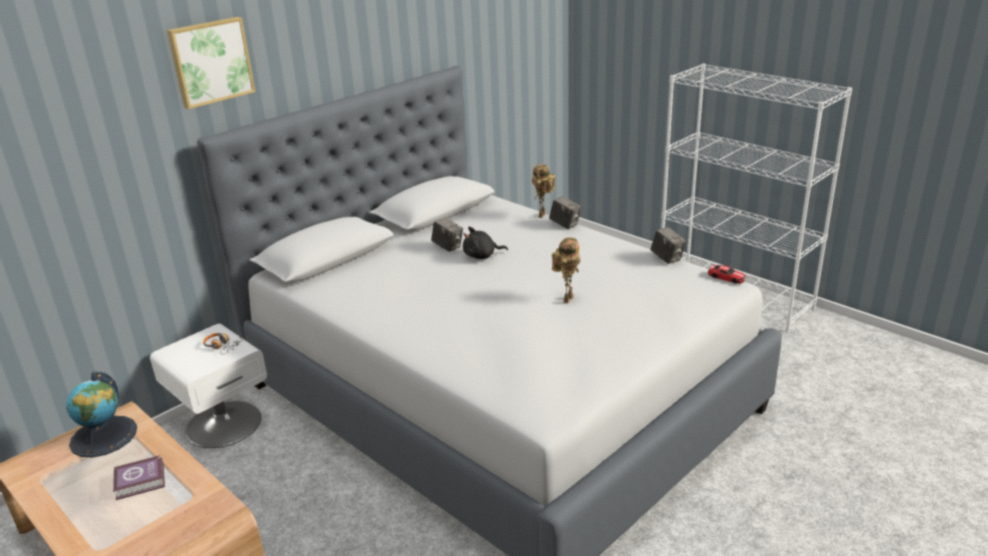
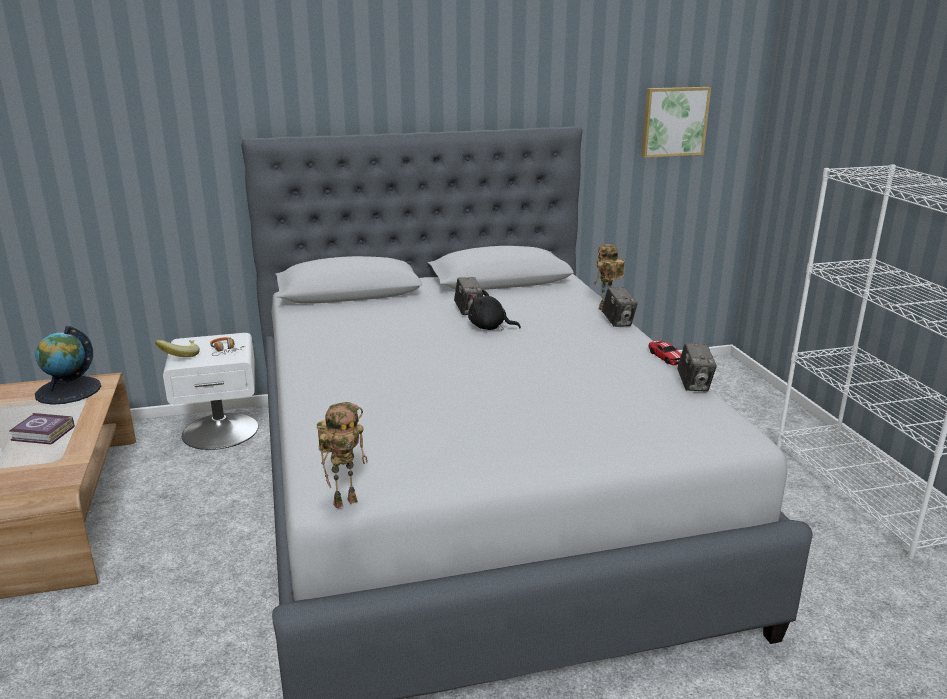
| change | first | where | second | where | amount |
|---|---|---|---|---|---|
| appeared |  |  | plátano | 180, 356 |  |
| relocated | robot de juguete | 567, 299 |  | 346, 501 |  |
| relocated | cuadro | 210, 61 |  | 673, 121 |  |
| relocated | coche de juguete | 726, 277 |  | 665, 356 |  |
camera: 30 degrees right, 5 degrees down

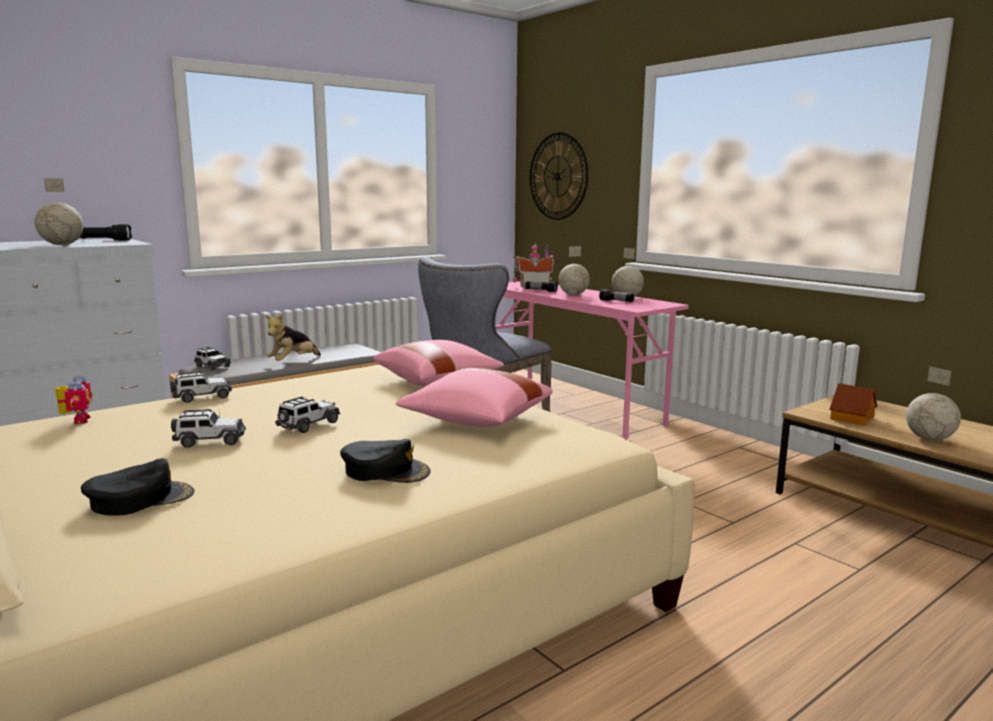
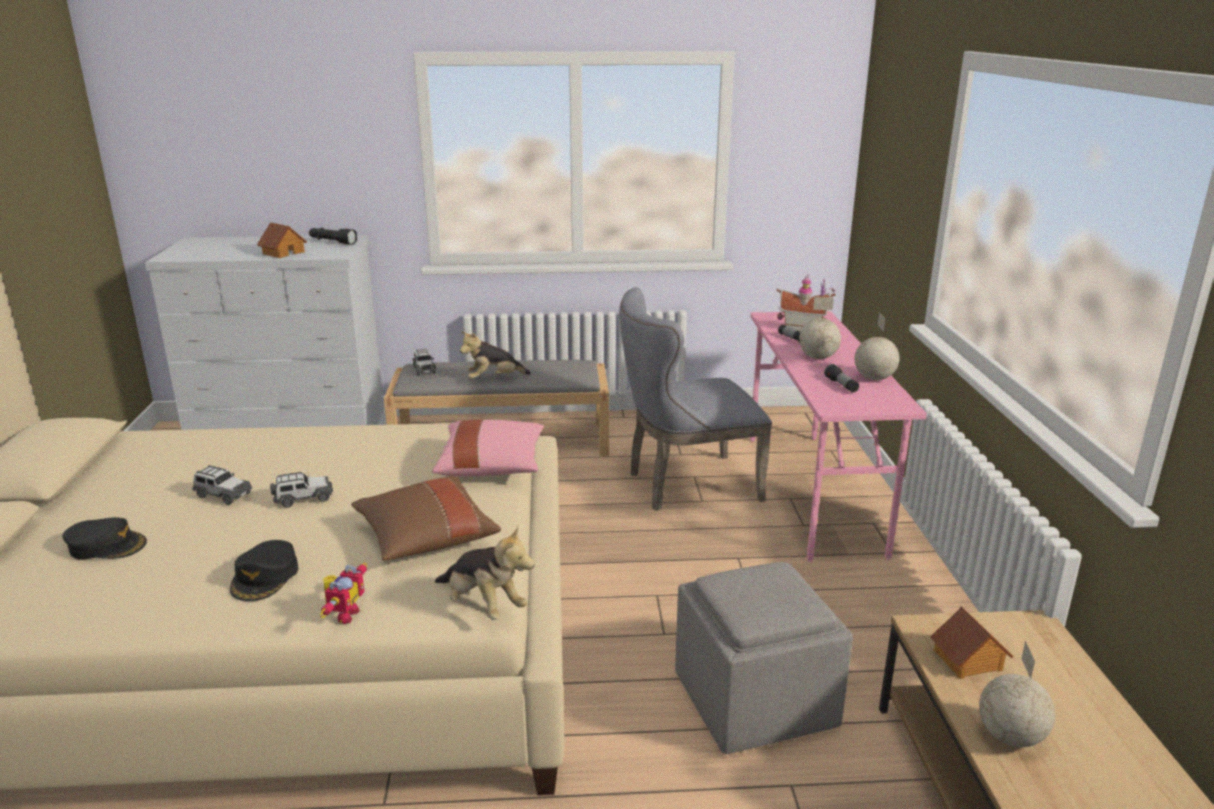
| change | first | where | second | where | amount |
|---|---|---|---|---|---|
| spun | gorra [negro] | 386, 471 |  | 265, 577 | 45 degrees clockwise |
| exchanged | globo terráqueo | 61, 245 | casita | 283, 253 |  |
| relocated | robot de juguete | 76, 420 |  | 343, 614 |  |
| colour | cojín [rosa] | 476, 421 | cojín [marrón] | 426, 537 |  |
| appeared |  |  | peluche | 483, 605 |  |
| appeared |  |  | puf [gris] | 756, 702 |  |
| missing | coche de juguete | 202, 397 |  |  |  |
| missing | reloj de pared | 558, 176 |  |  |  |
camera: 35 degrees right, 10 degrees up

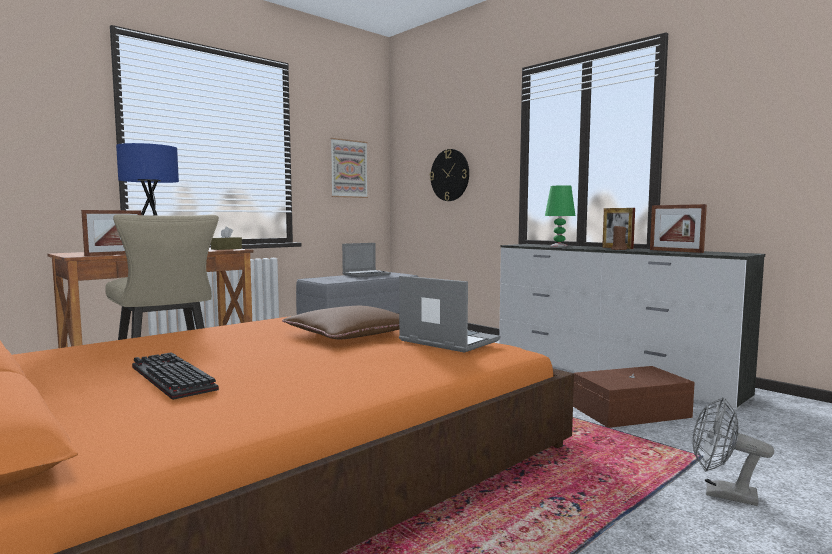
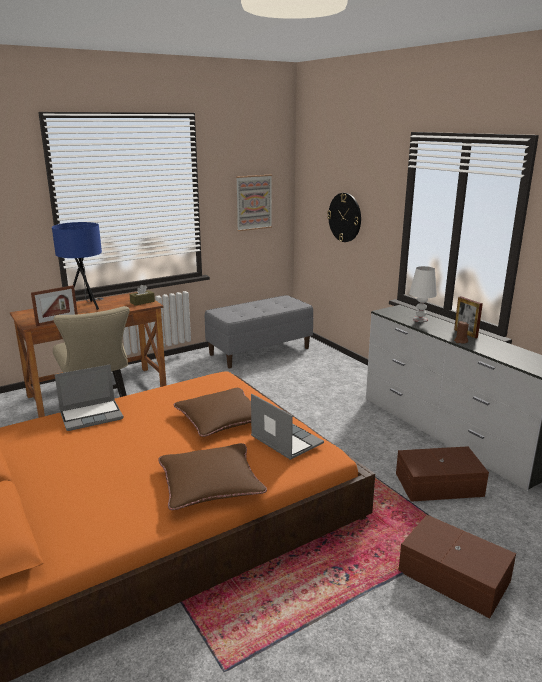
| change | first | where | second | where | amount |
|---|---|---|---|---|---|
| relocated | portátil | 366, 275 |  | 92, 415 |  |
| appeared |  |  | cojín [marrón] | 210, 483 |  |
| exchanged | ventilador [gris] | 721, 494 | caja de almacenaje [marrón] | 454, 577 |  |
| colour | lámpara de mesa [verde] | 559, 246 | lámpara de mesa [blanco] | 420, 319 |  |
| missing | teclado | 168, 378 |  |  |  |
| missing | portarretratos | 675, 251 |  |  |  |
camera: 10 degrees right, 15 degrees up

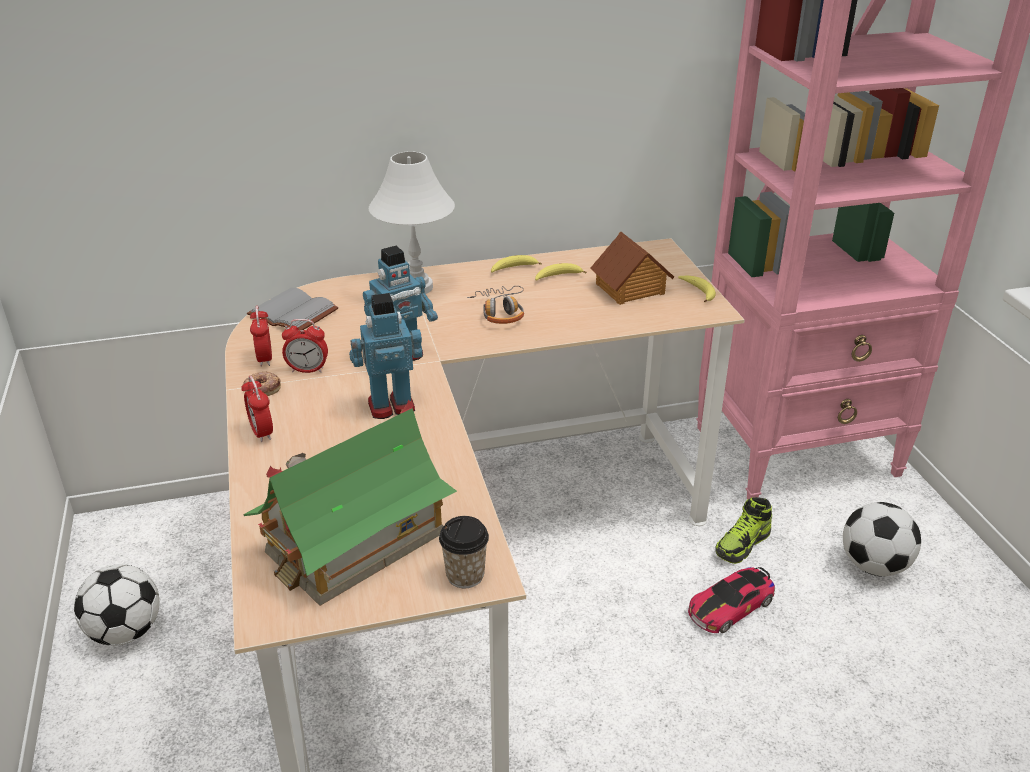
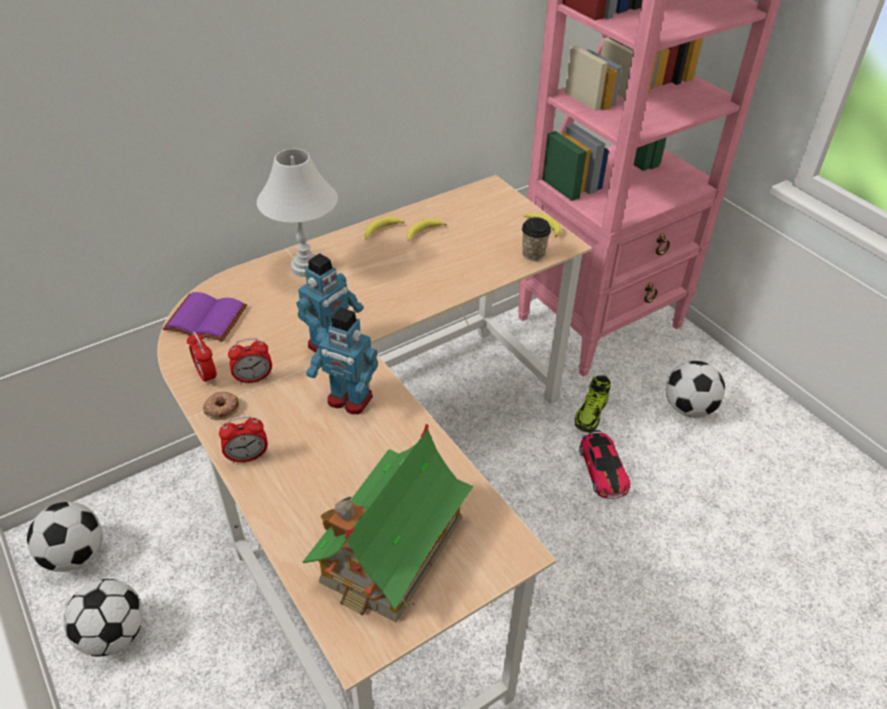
| change | first | where | second | where | amount |
|---|---|---|---|---|---|
| appeared |  |  | balón de fútbol | 75, 555 |  |
| colour | libro [gris] | 290, 314 | libro [morado] | 204, 320 |  |
| spun | despertador | 261, 432 |  | 247, 457 | 60 degrees counterclockwise |
| spun | robot de juguete | 391, 405 |  | 349, 400 | 120 degrees counterclockwise |
| relocated | taza | 465, 575 |  | 533, 254 |  |
| spun | coche de juguete | 731, 606 |  | 602, 469 | 45 degrees counterclockwise |
| missing | auriculares | 501, 312 |  |  |  |
| missing | casita | 630, 289 |  |  |  |
camera: 20 degrees left, 10 degrees up

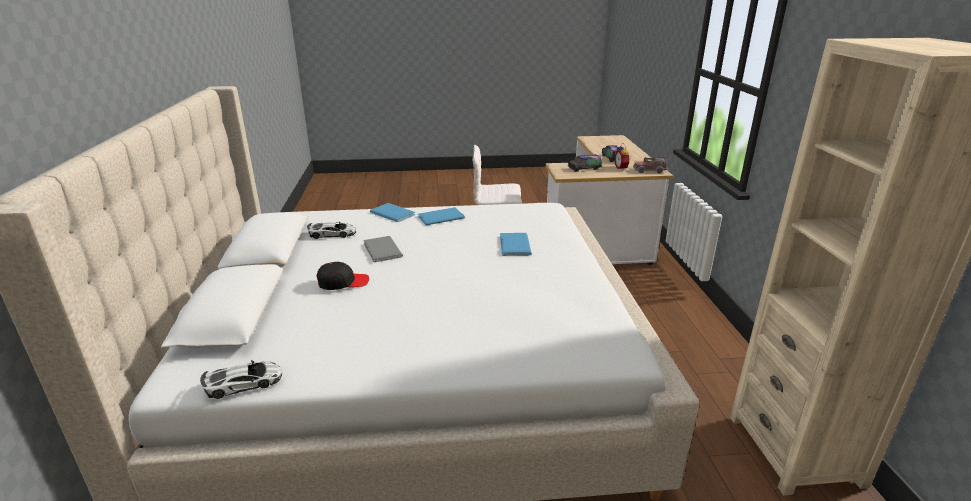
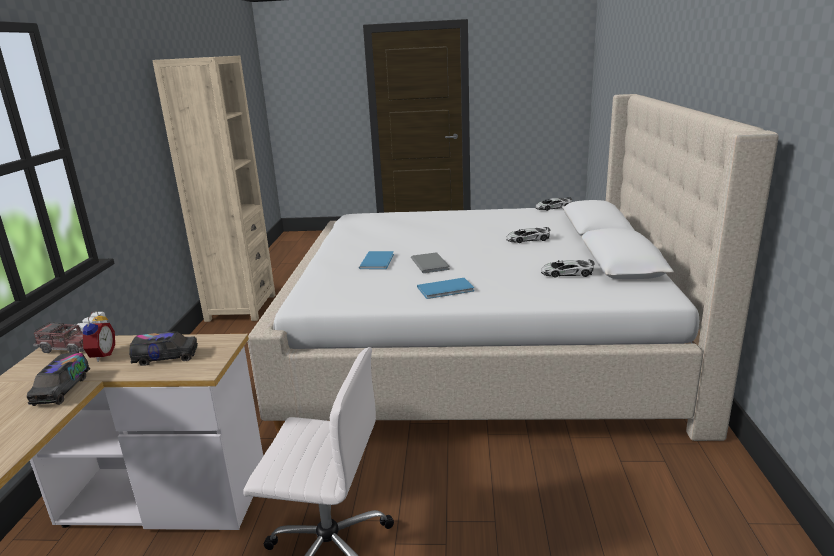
| change | first | where | second | where | amount |
|---|---|---|---|---|---|
| relocated | libro [gris] | 381, 250 |  | 430, 263 |  |
| exchanged | gorra [negro] | 343, 282 | coche de juguete | 528, 239 |  |
| missing | libro [azul] | 392, 213 |  |  |  |
camera: 170 degrees left, 5 degrees down

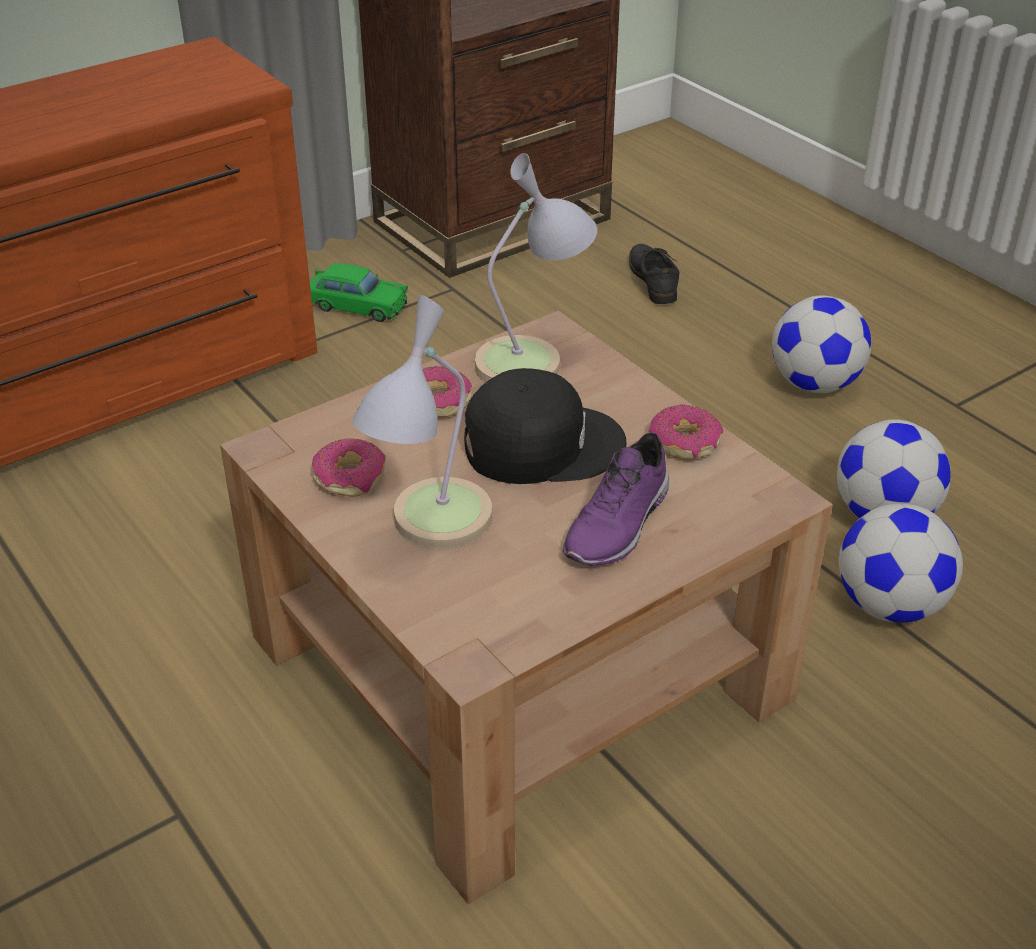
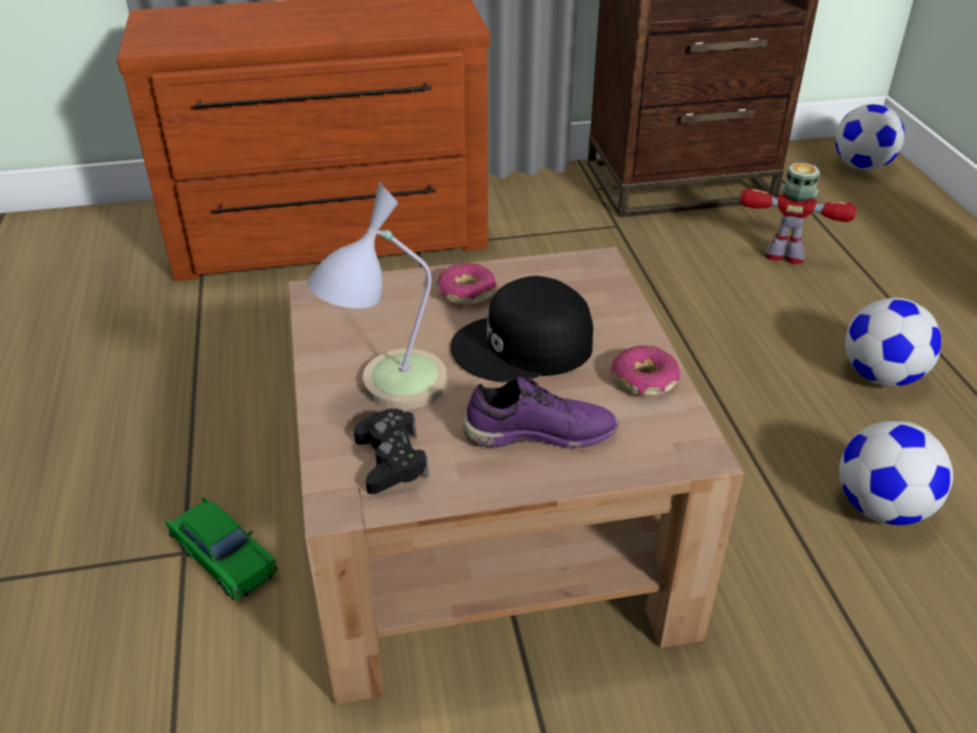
| change | first | where | second | where | amount |
|---|---|---|---|---|---|
| relocated | coche de juguete [verde] | 355, 305 |  | 223, 557 |  |
| appeared |  |  | mando de consola [negro] | 391, 460 |  |
| spun | gorra [negro] | 541, 443 |  | 524, 347 | 150 degrees clockwise |
| spun | zapato [morado] | 620, 525 |  | 539, 432 | 150 degrees counterclockwise |
| exchanged | zapato [negro] | 653, 280 | robot de juguete | 785, 256 |  |
| relocated | balón de fútbol | 890, 606 |  | 861, 167 |  |
| missing | rosquilla | 350, 477 |  |  |  |
| missing | lámpara de mesa | 534, 360 |  |  |  |
camera: 25 degrees right, 0 degrees up

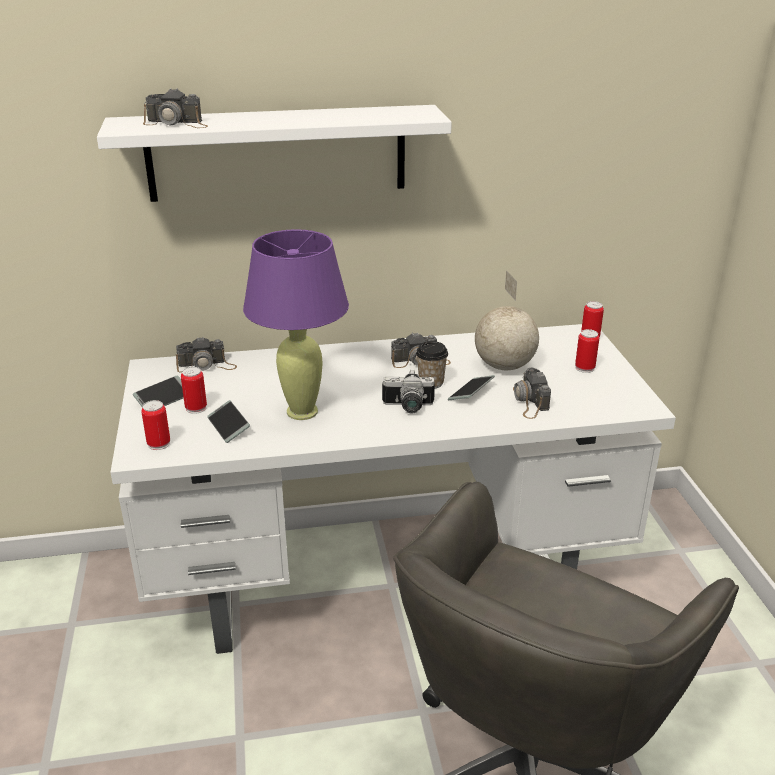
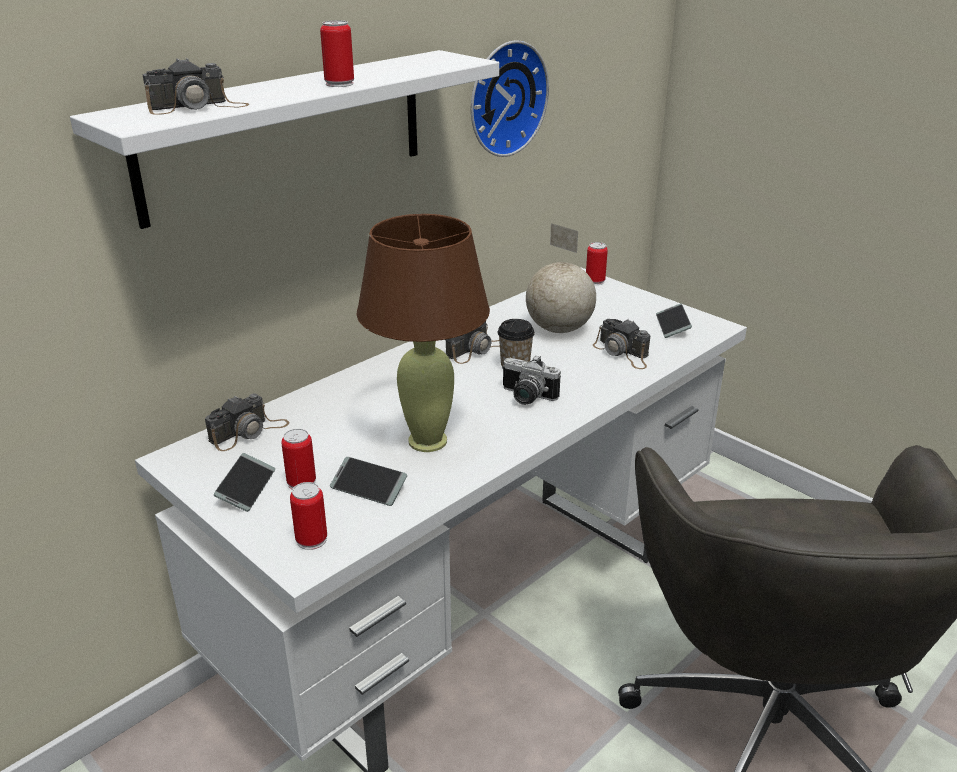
| change | first | where | second | where | amount |
|---|---|---|---|---|---|
| relocated | lata | 584, 368 |  | 339, 84 |  |
| colour | lámpara de mesa [morado] | 302, 411 | lámpara de mesa [marrón] | 427, 441 |  |
| appeared |  |  | reloj de pared | 503, 98 |  |
| spun | cámara | 408, 407 |  | 526, 397 | 60 degrees clockwise |
| relocated | móvil | 471, 393 |  | 672, 326 |  |
camera: 35 degrees left, 0 degrees up

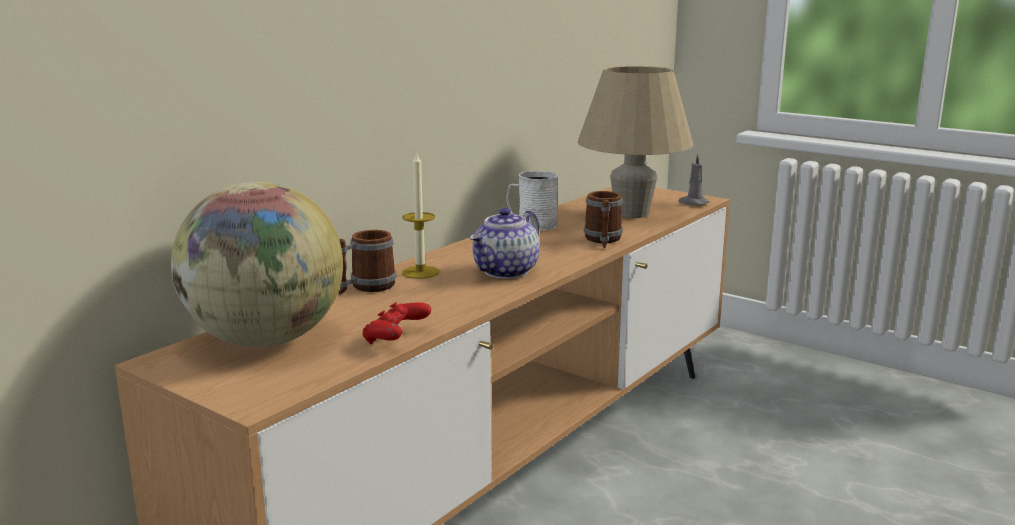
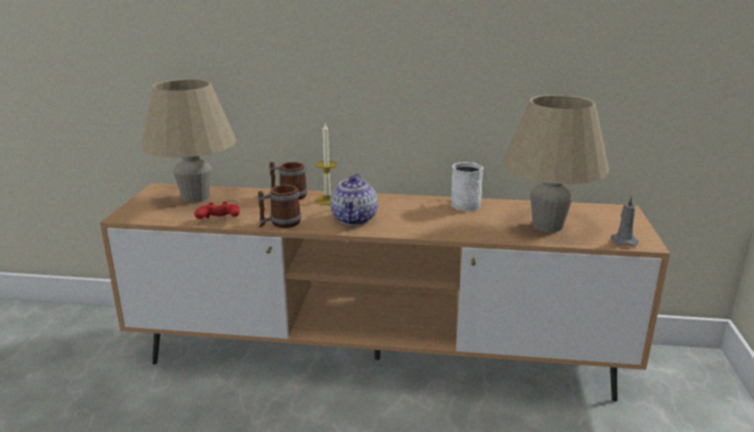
| change | first | where | second | where | amount |
|---|---|---|---|---|---|
| exchanged | globo terráqueo | 265, 340 | lámpara de mesa [beis] | 195, 197 |  |
| relocated | taza grande | 603, 240 |  | 280, 223 |  |
| spun | tetera | 506, 271 |  | 355, 219 | 90 degrees counterclockwise |
camera: 60 degrees right, 5 degrees up

